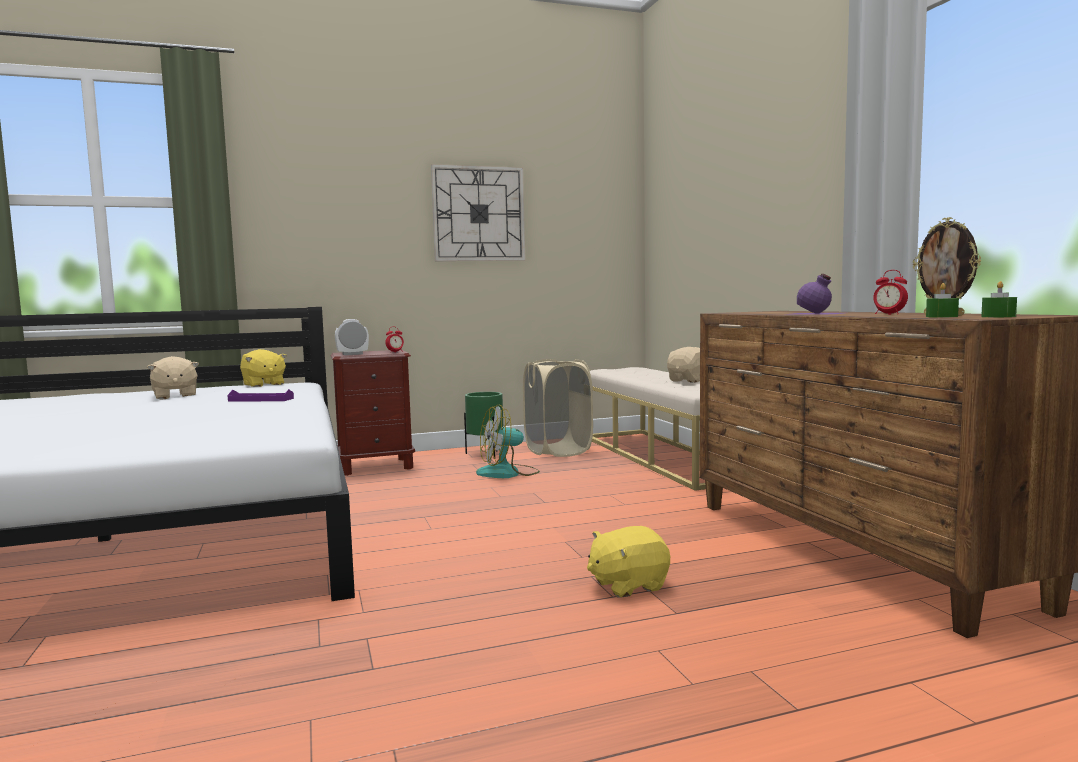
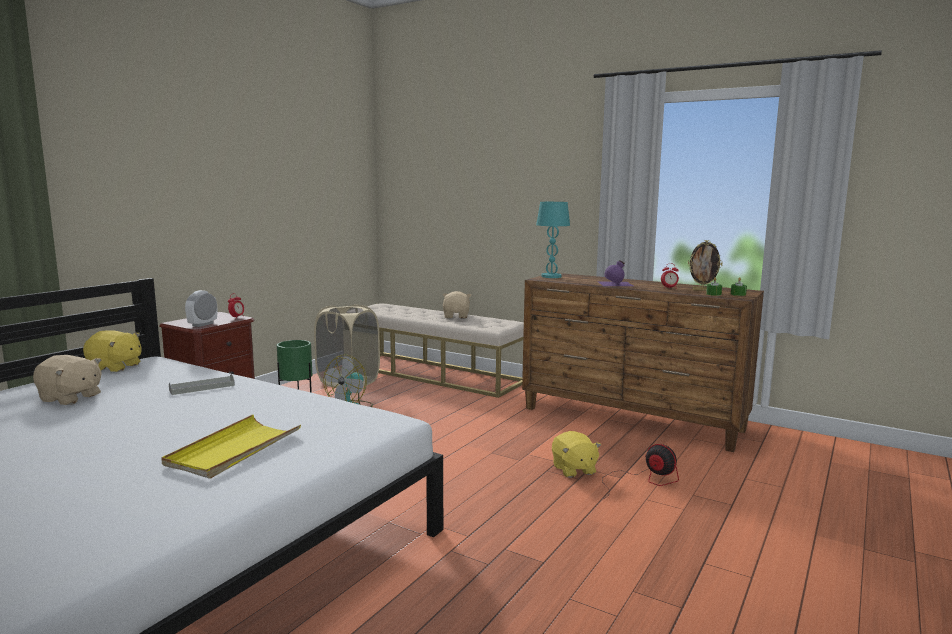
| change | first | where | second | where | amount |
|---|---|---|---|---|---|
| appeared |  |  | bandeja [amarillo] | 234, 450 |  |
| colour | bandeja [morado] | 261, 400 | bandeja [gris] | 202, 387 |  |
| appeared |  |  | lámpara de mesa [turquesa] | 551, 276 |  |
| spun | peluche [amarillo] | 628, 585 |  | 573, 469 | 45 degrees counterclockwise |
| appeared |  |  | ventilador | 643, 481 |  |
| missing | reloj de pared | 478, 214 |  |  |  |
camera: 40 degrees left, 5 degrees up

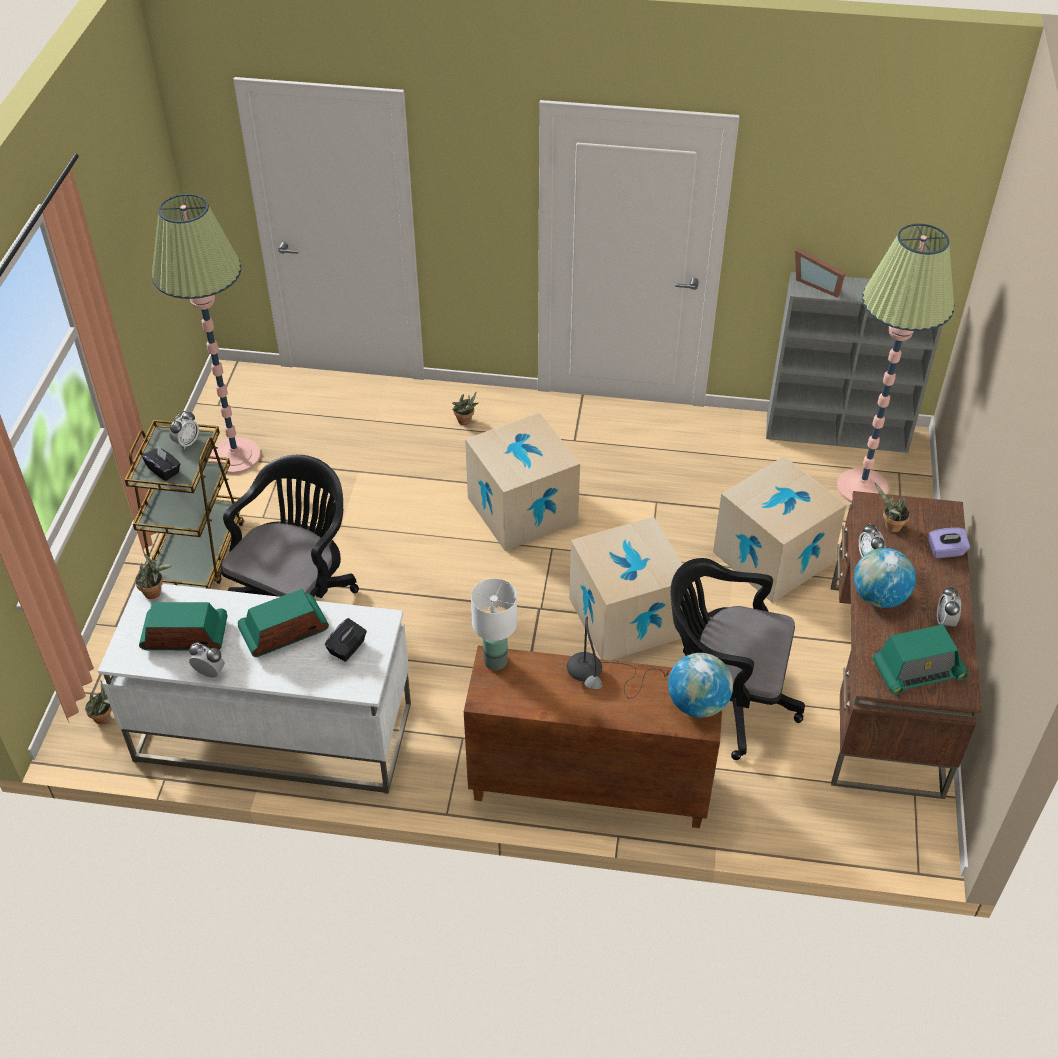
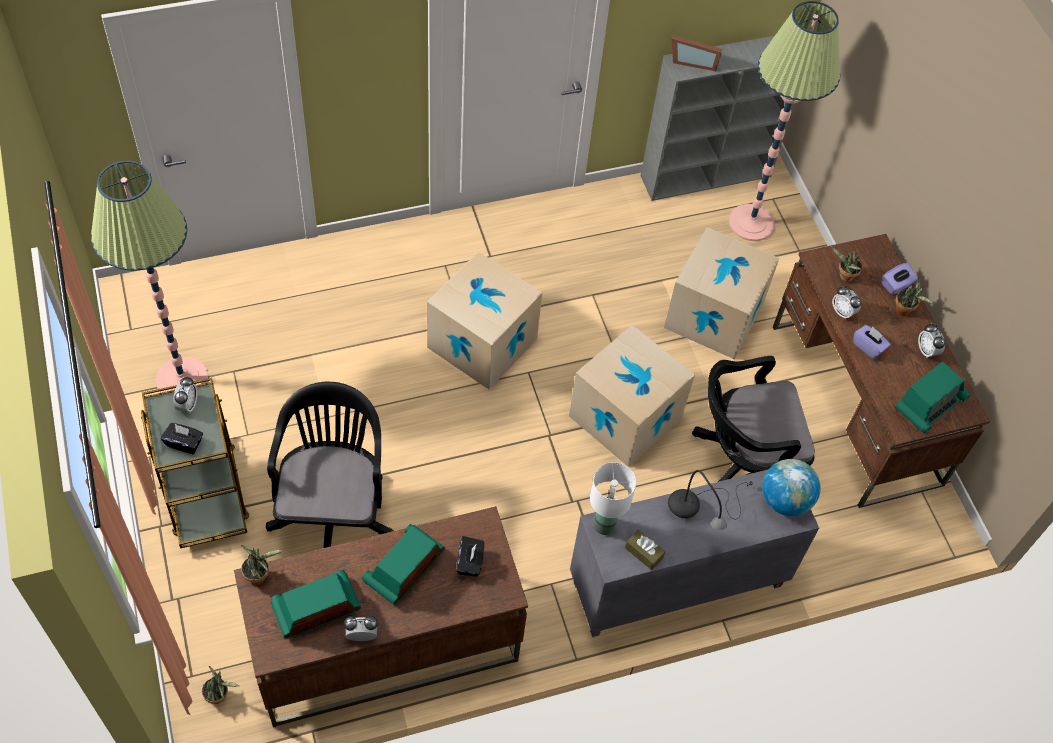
| change | first | where | second | where | amount |
|---|---|---|---|---|---|
| colour | escritorio [blanco] | 273, 732 | escritorio [marrón] | 384, 645 |  |
| colour | armario [marrón] | 588, 786 | armario [gris] | 676, 585 |  |
| appeared |  |  | caja de pañuelos [marrón] | 644, 553 |  |
| exchanged | globo terráqueo | 879, 597 | caja de pañuelos [morado] | 868, 347 |  |
| relocated | planta en maceta | 465, 422 |  | 904, 310 |  |
camera: 30 degrees left, 10 degrees up

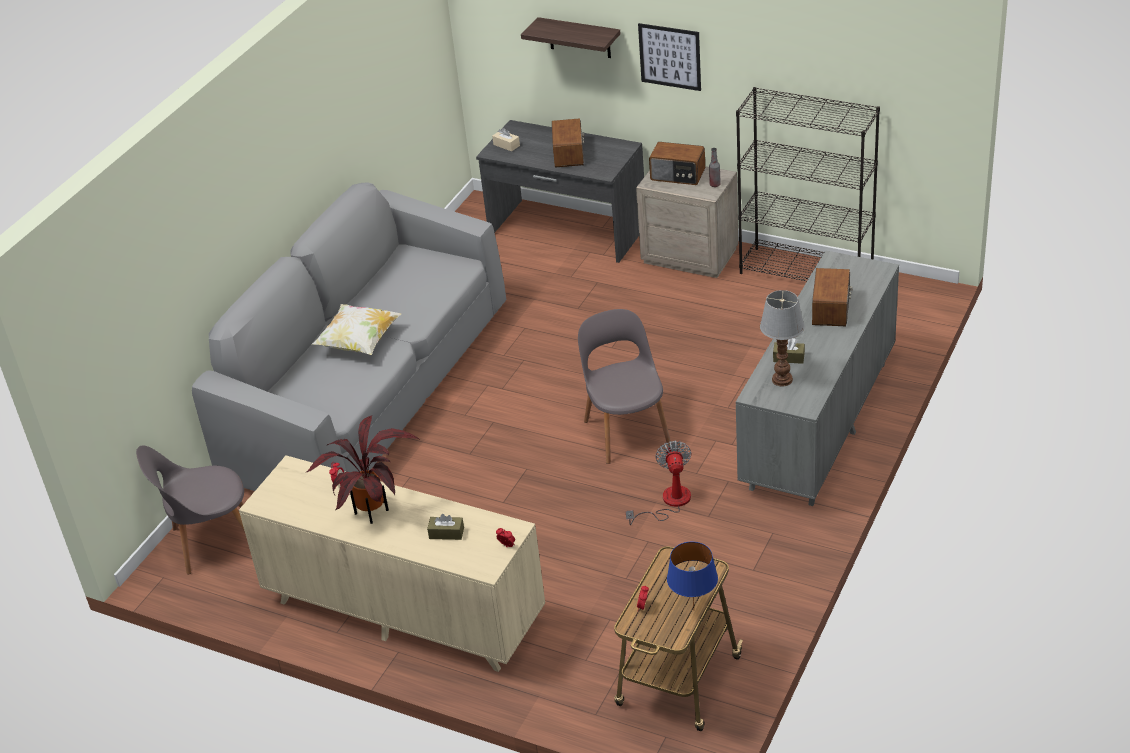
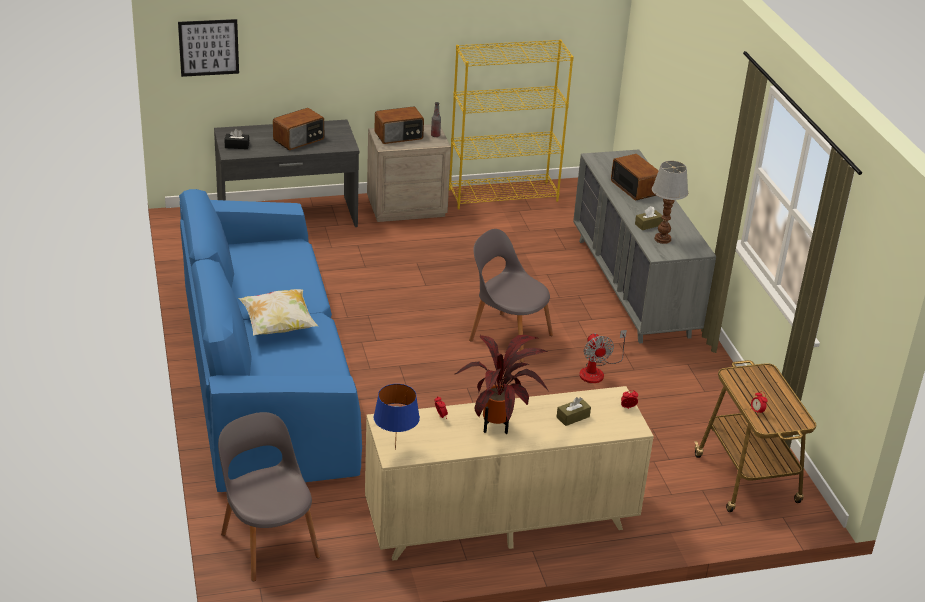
| change | first | where | second | where | amount |
|---|---|---|---|---|---|
| relocated | cuadro | 670, 56 |  | 208, 47 |  |
| colour | sofá [gris] | 369, 390 | sofá [azul] | 265, 378 |  |
| spun | silla [gris] | 211, 541 |  | 269, 542 | 120 degrees clockwise |
| colour | caja de pañuelos [beis] | 506, 145 | caja de pañuelos [negro] | 237, 146 |  |
| spun | radio | 569, 154 |  | 299, 140 | 90 degrees clockwise |
| relocated | lámpara de mesa [azul] | 694, 610 |  | 395, 449 |  |
| colour | estantería [negro] | 807, 272 | estantería [amarillo] | 503, 195 |  |
| spun | ventilador | 668, 502 |  | 597, 371 | 150 degrees counterclockwise |
| missing | estante | 579, 38 |  |  |  |
camera: 45 degrees left, 5 degrees down

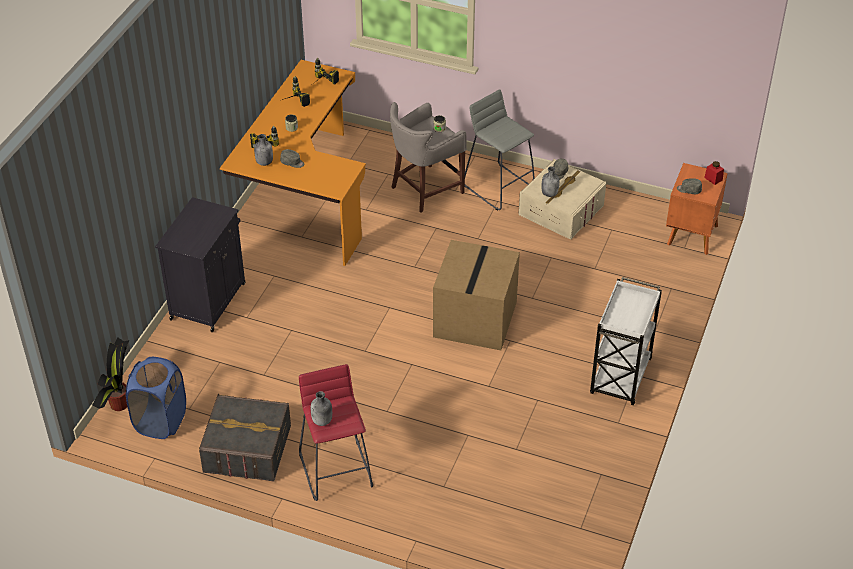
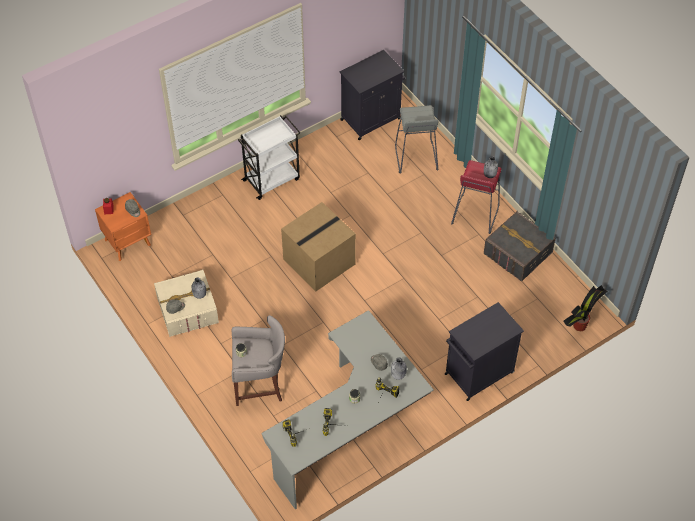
| change | first | where | second | where | amount |
|---|---|---|---|---|---|
| colour | escritorio [naranja] | 303, 197 | escritorio [gris] | 351, 430 |  |
| appeared |  |  | armario [negro] | 371, 119 |  |
| relocated | taburete [gris] | 499, 186 |  | 415, 157 |  |
| missing | cesto de la ropa [azul] | 160, 421 |  |  |  |
camera: 145 degrees left, 10 degrees up

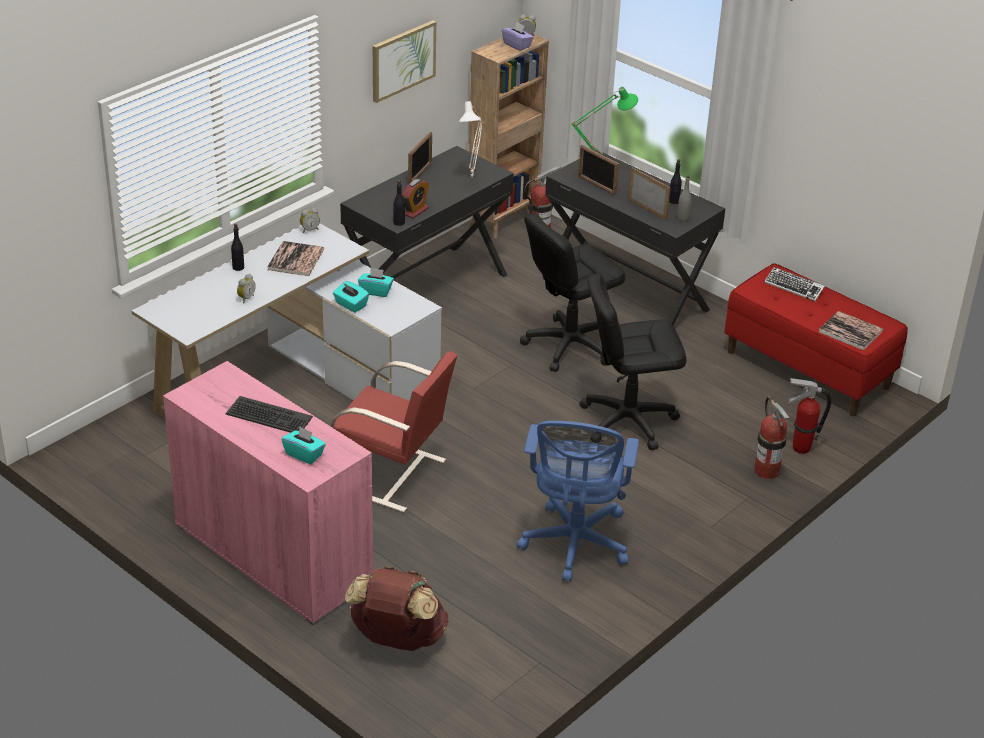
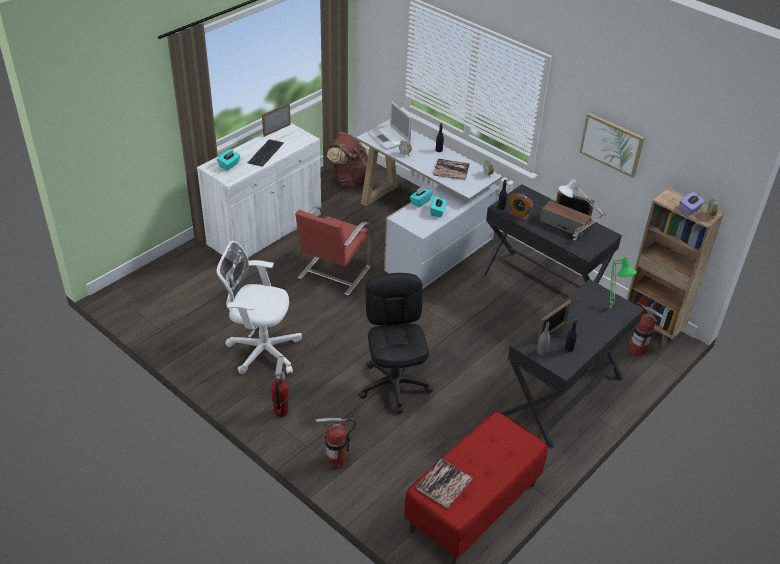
| change | first | where | second | where | amount |
|---|---|---|---|---|---|
| colour | armario [rosa] | 273, 554 | armario [blanco] | 265, 230 |  |
| colour | silla de oficina [azul] | 574, 546 | silla de oficina [blanco] | 261, 350 |  |
| relocated | portarretratos | 596, 185 |  | 276, 130 |  |
| relocated | extintor | 800, 448 |  | 281, 411 |  |
| relocated | mochila [marrón] | 397, 639 |  | 350, 180 |  |
| appeared |  |  | portátil | 389, 138 |  |
| appeared |  |  | altavoz | 564, 225 |  |
| missing | silla de oficina [negro] | 569, 345 |  |  |  |
| missing | teclado | 794, 287 |  |  |  |
camera: 90 degrees right, 5 degrees up

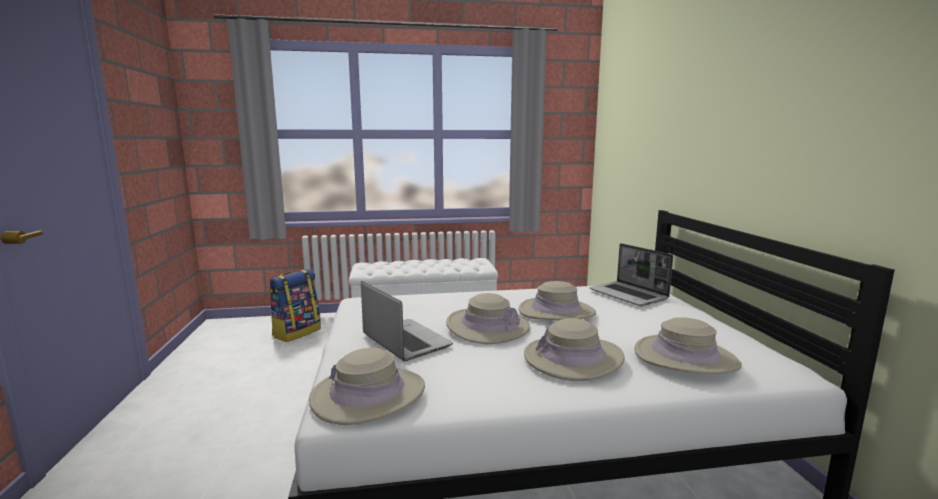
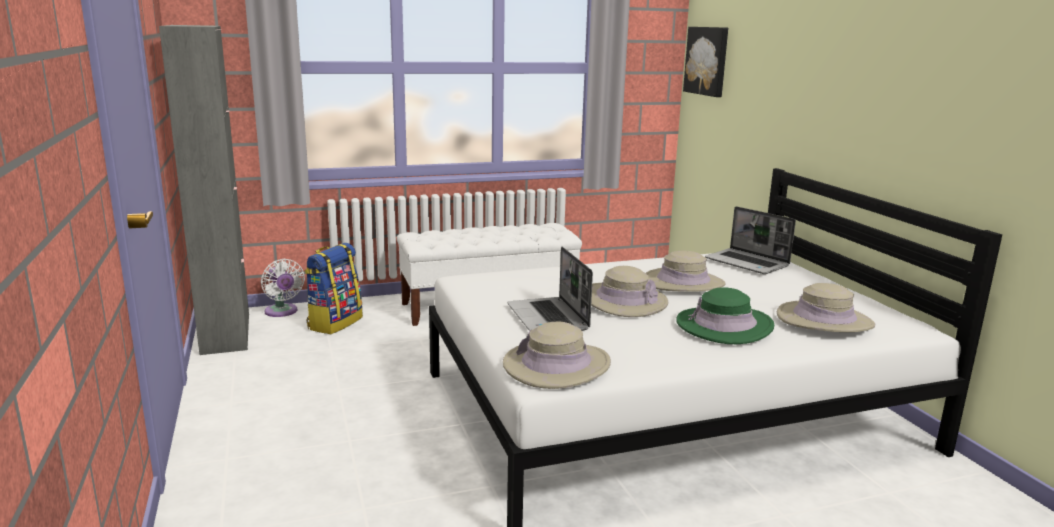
| change | first | where | second | where | amount |
|---|---|---|---|---|---|
| appeared |  |  | armario [gris] | 226, 333 |  |
| appeared |  |  | ventilador [blanco] | 282, 312 |  |
| spun | portátil | 404, 341 |  | 549, 318 | 150 degrees counterclockwise |
| colour | sombrero [beis] | 573, 358 | sombrero [verde] | 724, 326 |  |
| appeared |  |  | cuadro | 707, 61 |  |
camera: 10 degrees left, 5 degrees up

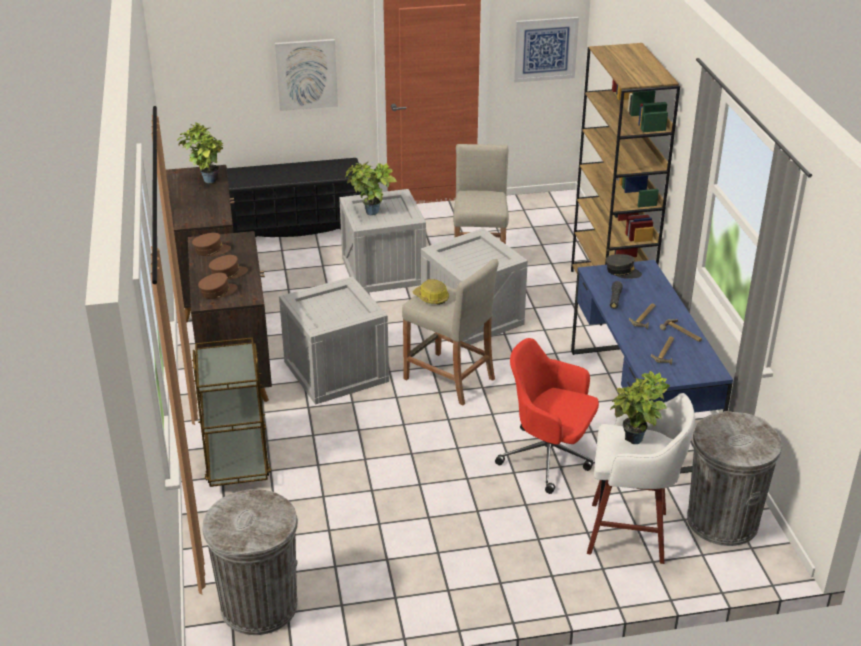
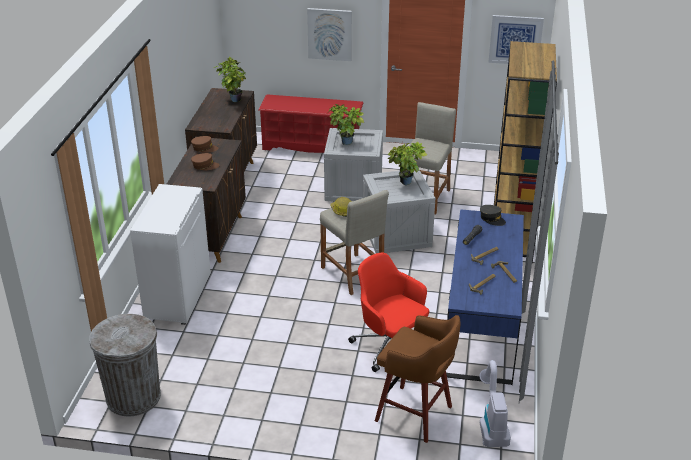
| change | first | where | second | where | amount |
|---|---|---|---|---|---|
| exchanged | carrito [marrón] | 236, 458 | armario [blanco] | 177, 296 |  |
| colour | zapatero [negro] | 297, 227 | zapatero [rojo] | 312, 145 |  |
| colour | taburete [blanco] | 631, 533 | taburete [marrón] | 416, 415 |  |
| relocated | planta en maceta | 636, 442 |  | 405, 184 |  |
| exchanged | papelera [gris] | 722, 521 | aspiradora | 491, 424 |  |
| missing | gorra [marrón] | 217, 292 |  |  |  |
| missing | caja de embalaje | 337, 372 |  |  |  |
camera: 20 degrees right, 0 degrees up

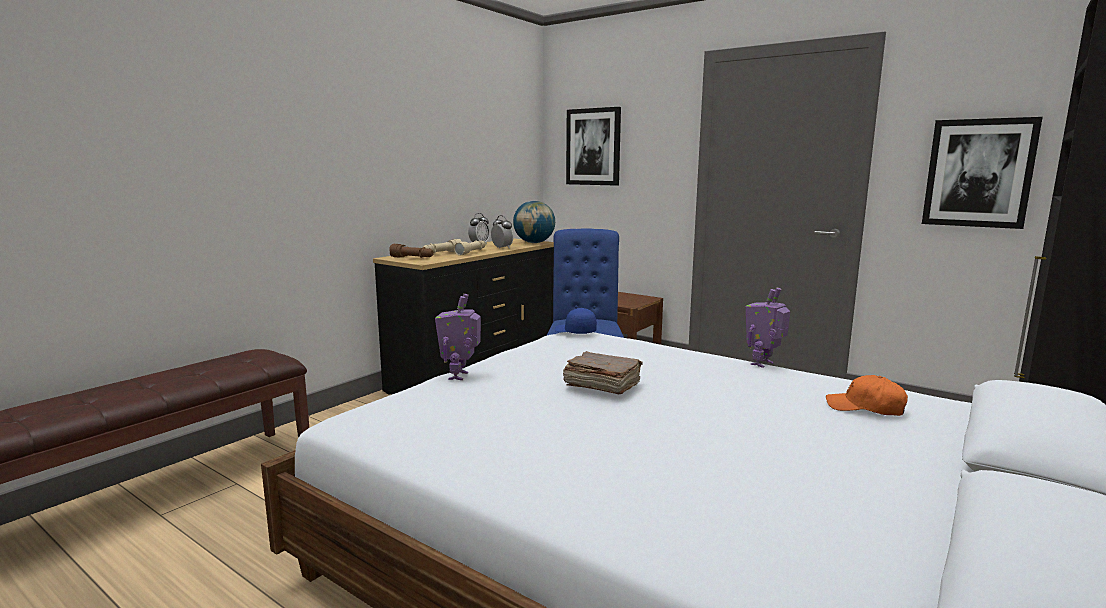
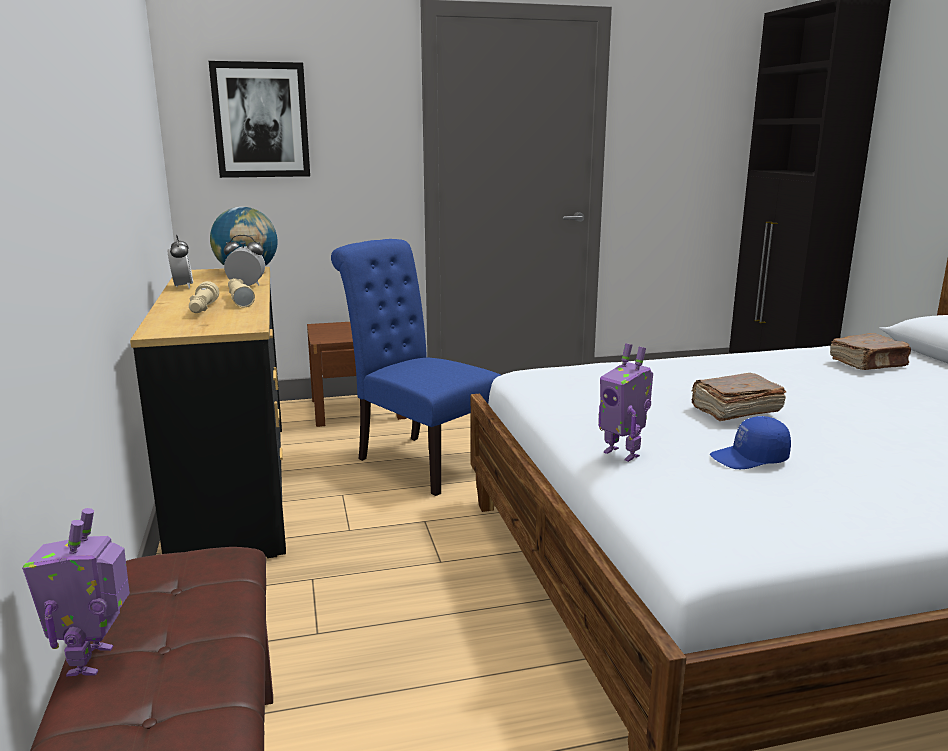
| change | first | where | second | where | amount |
|---|---|---|---|---|---|
| relocated | robot de juguete | 763, 364 |  | 93, 661 |  |
| relocated | gorra [azul] | 574, 331 |  | 749, 459 |  |
| exchanged | gorra [naranja] | 865, 408 | libro [marrón] | 868, 364 |  |
| missing | linterna [marrón] | 412, 258 |  |  |  |
| missing | cuadro | 978, 173 |  |  |  |
camera: 50 degrees left, 5 degrees up

